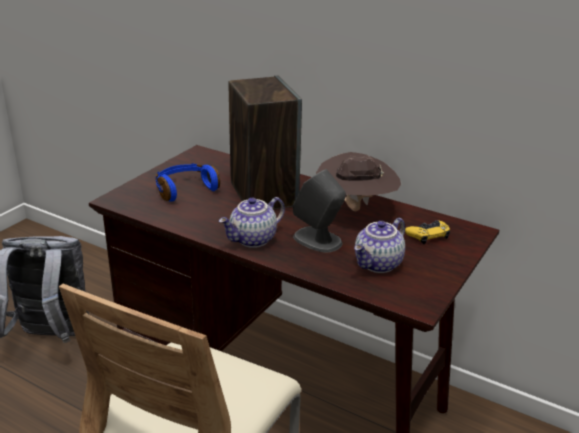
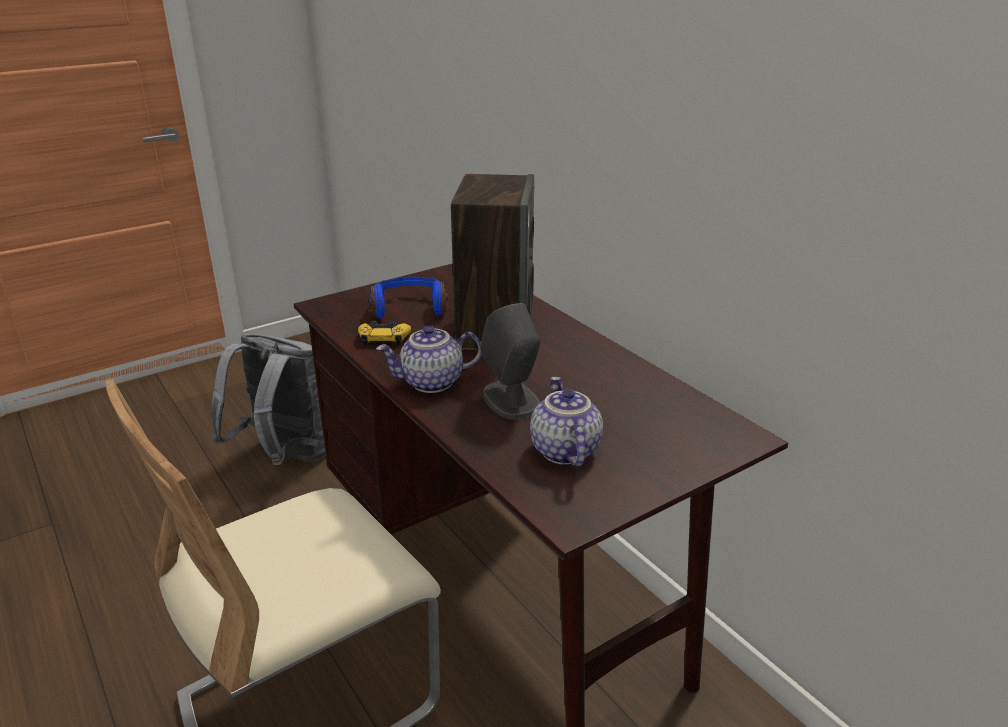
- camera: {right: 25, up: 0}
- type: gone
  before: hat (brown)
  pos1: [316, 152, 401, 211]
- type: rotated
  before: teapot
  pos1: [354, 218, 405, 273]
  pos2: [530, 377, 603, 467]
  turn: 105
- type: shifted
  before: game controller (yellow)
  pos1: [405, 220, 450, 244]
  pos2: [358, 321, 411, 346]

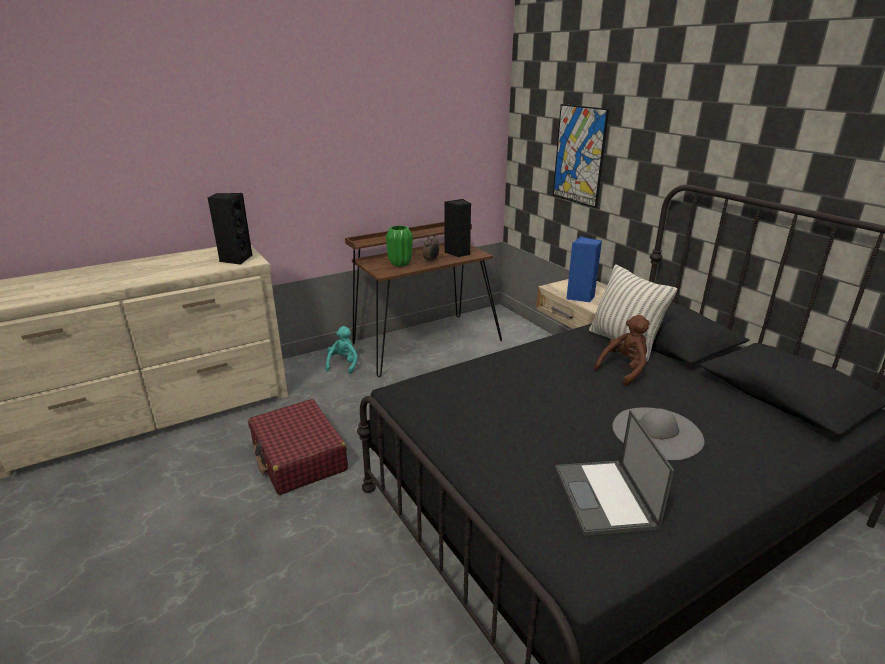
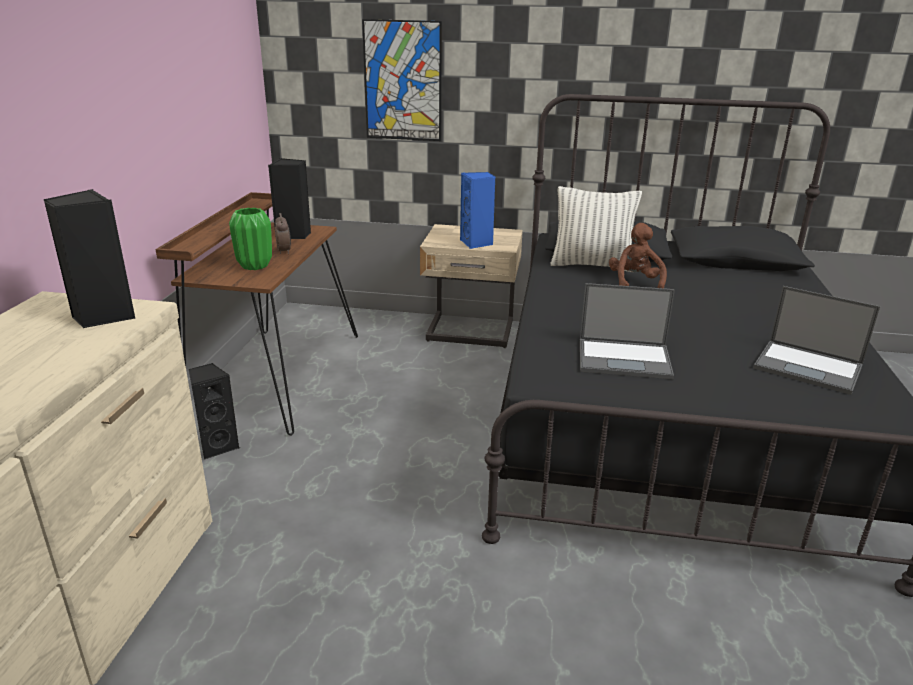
- camera: {right: -50, up: 0}
- type: swapped
  before: plush toy (turquoise)
  after: speaker (black)
  pos1: [325, 326, 358, 374]
  pos2: [189, 363, 240, 460]
- type: gone
  before: suitcase (red)
  pos1: [248, 399, 348, 495]
- type: gone
  before: hat (grey)
  pos1: [613, 408, 705, 460]
- type: new
  after: laptop
  pos2: [580, 283, 675, 379]

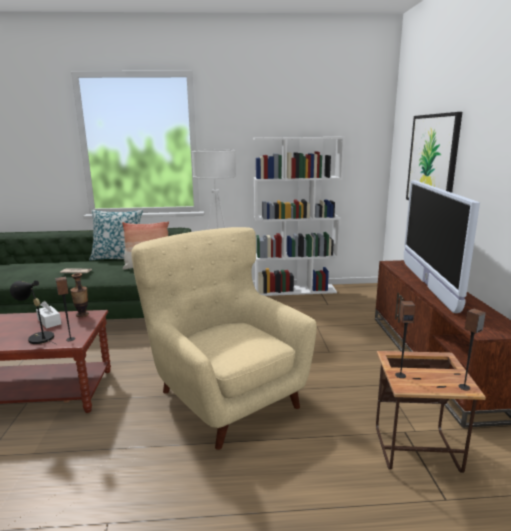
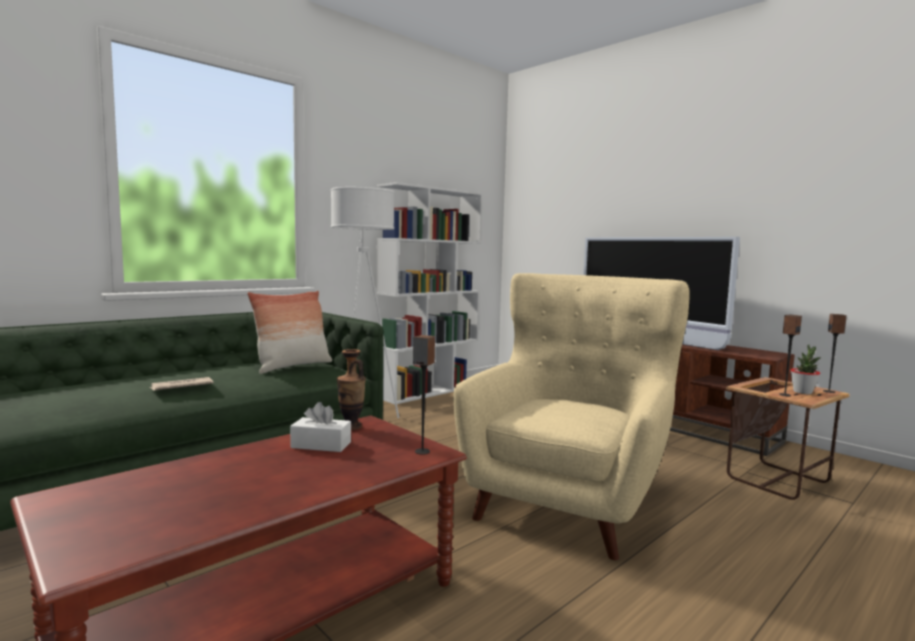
- camera: {right: -40, up: -10}
- type: gone
  before: picture
  pos1: [406, 112, 462, 200]
- type: gone
  before: pillow
  pos1: [89, 210, 143, 261]
- type: rotated
  before: armchair (beige)
  pos1: [131, 227, 317, 450]
  pos2: [453, 273, 690, 560]
  turn: 105
- type: gone
  before: table lamp (black)
  pos1: [10, 280, 57, 345]
- type: new
  after: potted plant
  pos2: [790, 345, 821, 394]

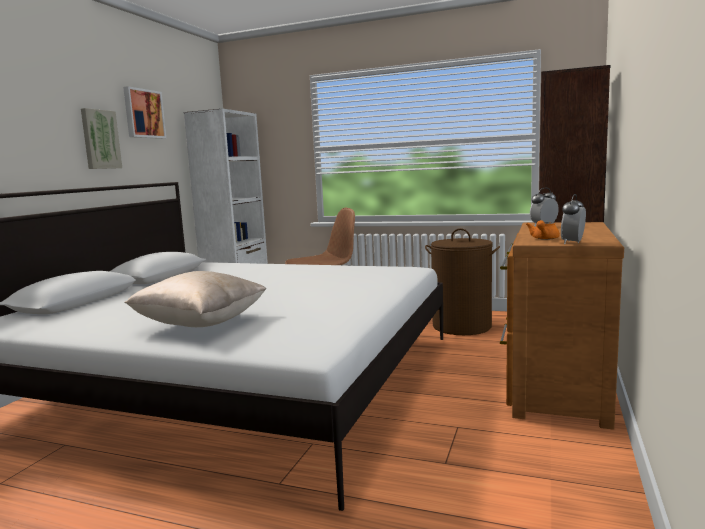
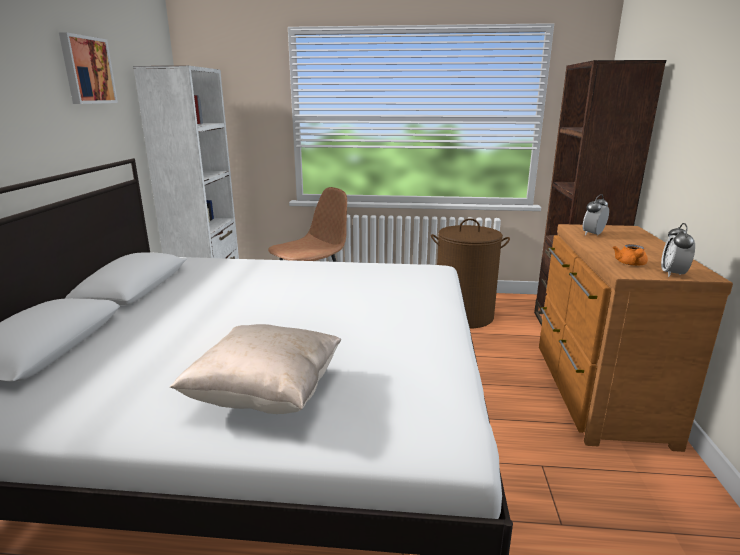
- camera: {right: -15, up: 10}
- type: gone
  before: picture
  pos1: [81, 108, 122, 169]

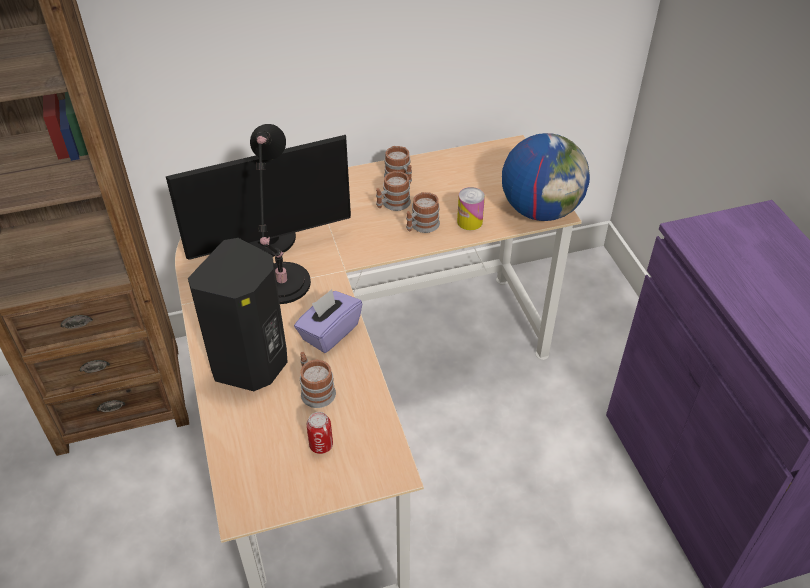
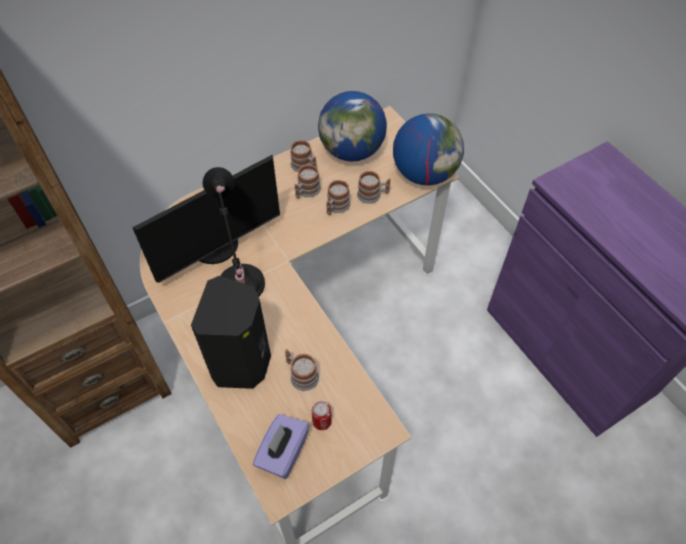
- camera: {right: -15, up: 10}
- type: swapped
  before: can
  after: mug
  pos1: [457, 187, 485, 230]
  pos2: [357, 171, 391, 204]
- type: shifted
  before: tissue box (purple)
  pos1: [294, 289, 362, 353]
  pos2: [253, 414, 309, 479]
- type: new
  after: globe
  pos2: [318, 91, 387, 162]

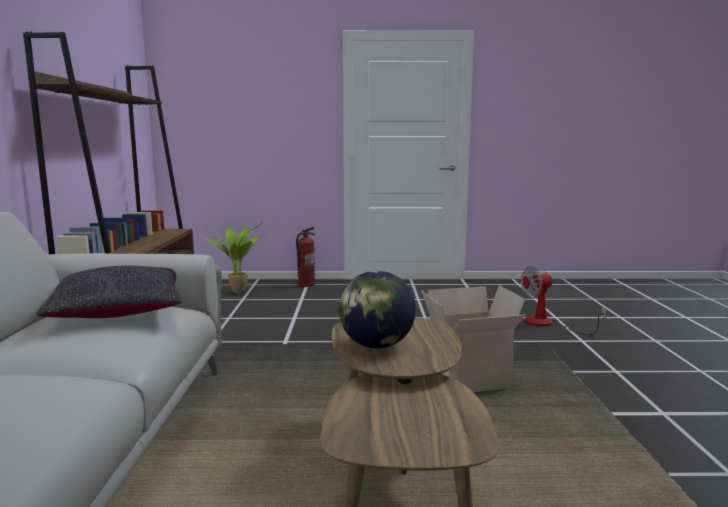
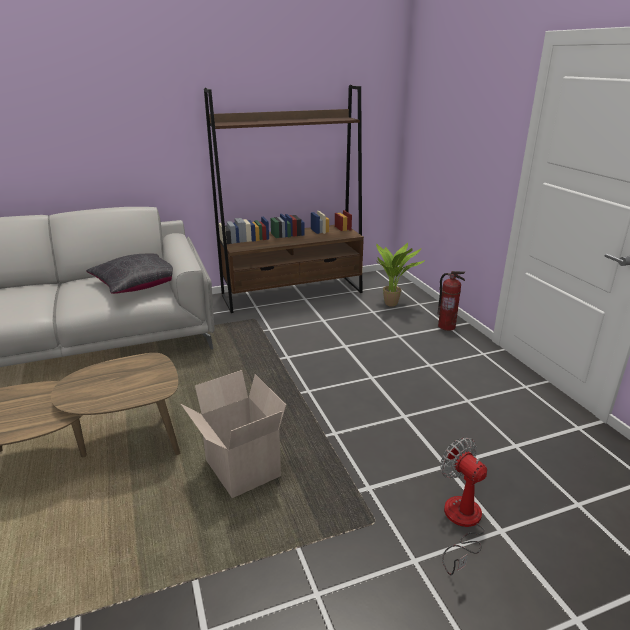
- camera: {right: 70, up: 15}
- type: gone
  before: globe
  pos1: [339, 271, 416, 349]

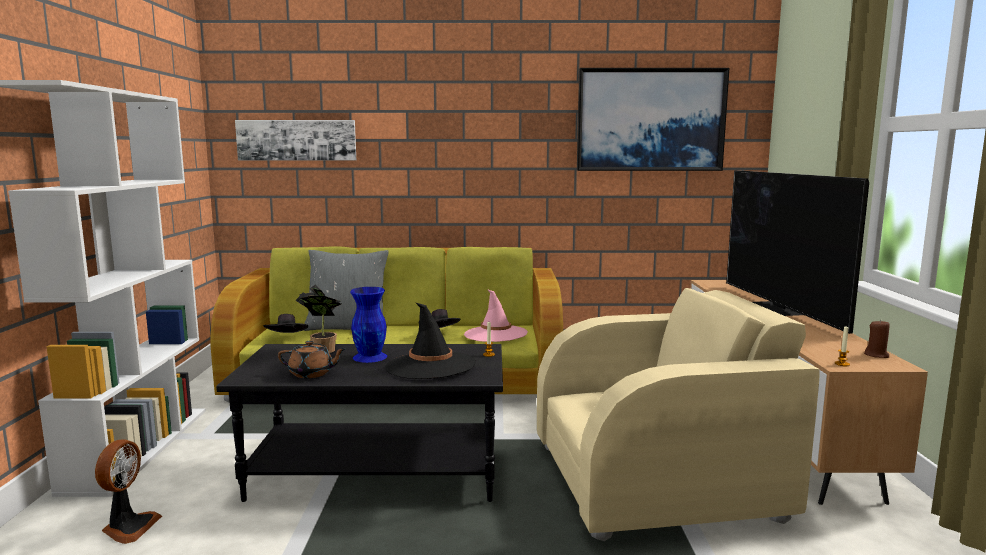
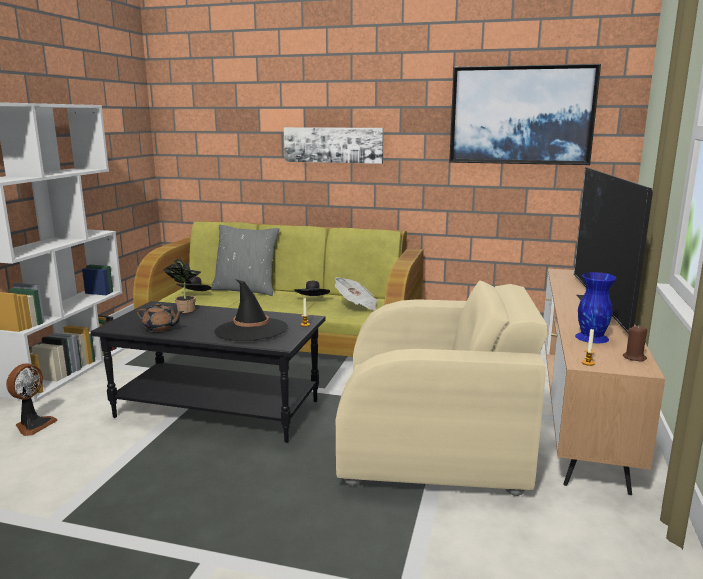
- camera: {right: 15, up: 5}
- type: shifted
  before: picture
  pos1: [235, 120, 356, 160]
  pos2: [284, 127, 384, 164]
- type: shifted
  before: vase (blue)
  pos1: [350, 287, 387, 363]
  pos2: [575, 272, 616, 343]
- type: swapped
  before: hat (pink)
  after: newspaper
  pos1: [464, 289, 528, 342]
  pos2: [335, 277, 378, 310]

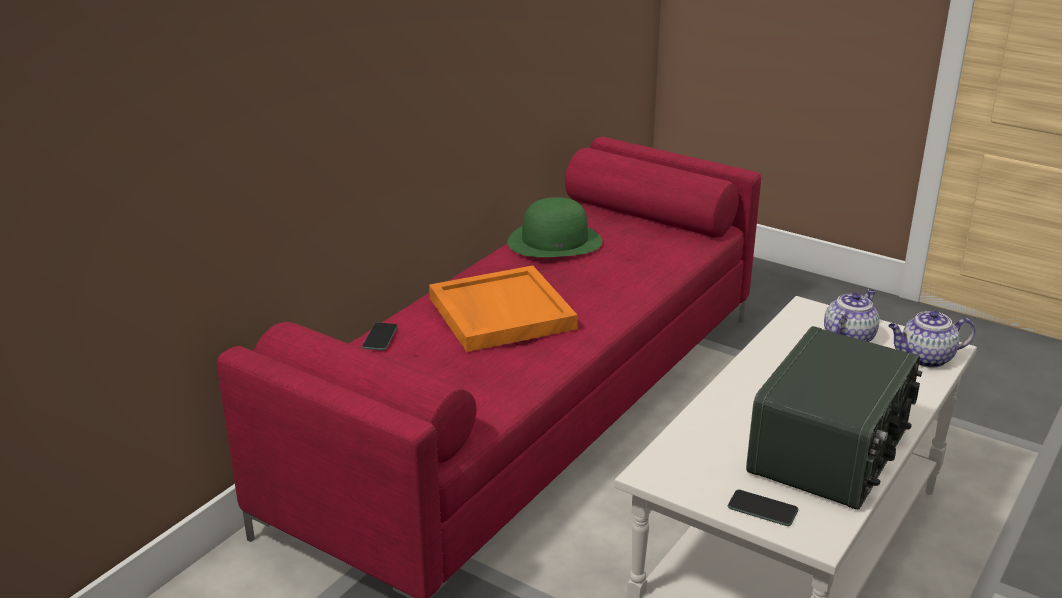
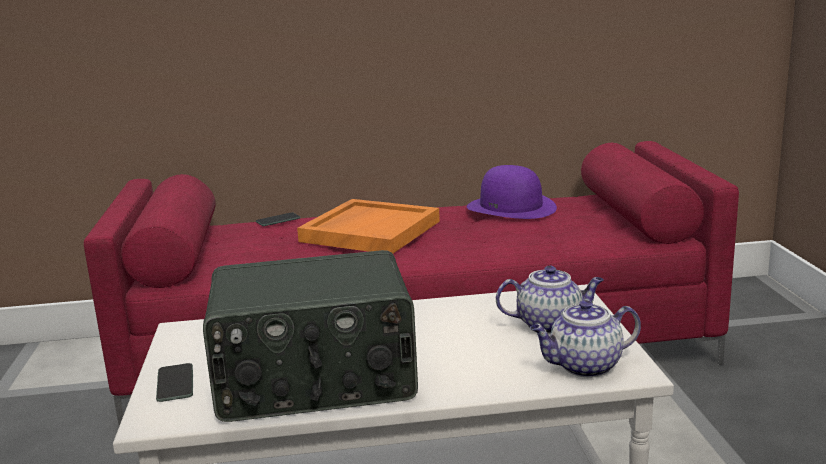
- camera: {right: 50, up: -10}
- type: repainted
  before: hat (green)
  after: hat (purple)
  pos1: [507, 197, 602, 257]
  pos2: [467, 165, 557, 219]
- type: rotated
  before: teapot
  pos1: [888, 310, 975, 368]
  pos2: [530, 300, 641, 378]
  turn: -60

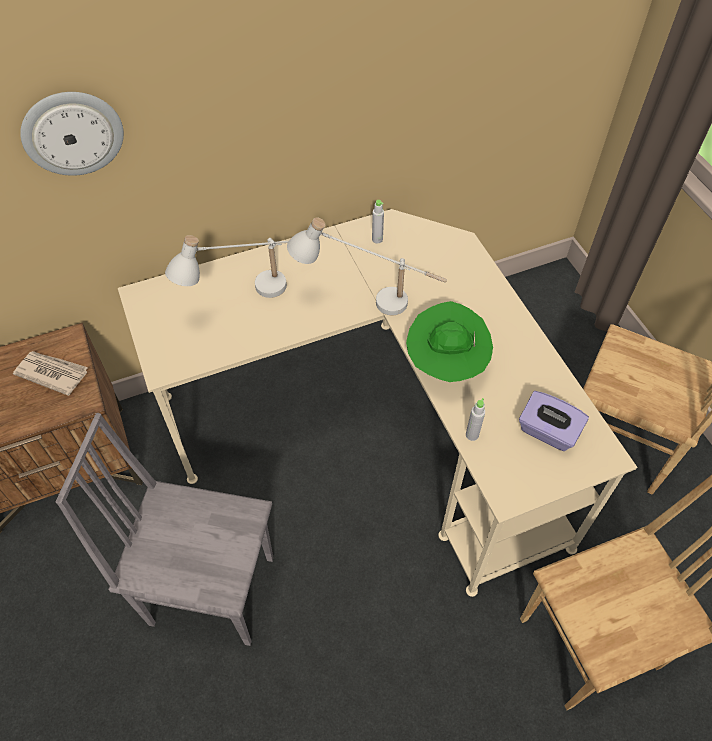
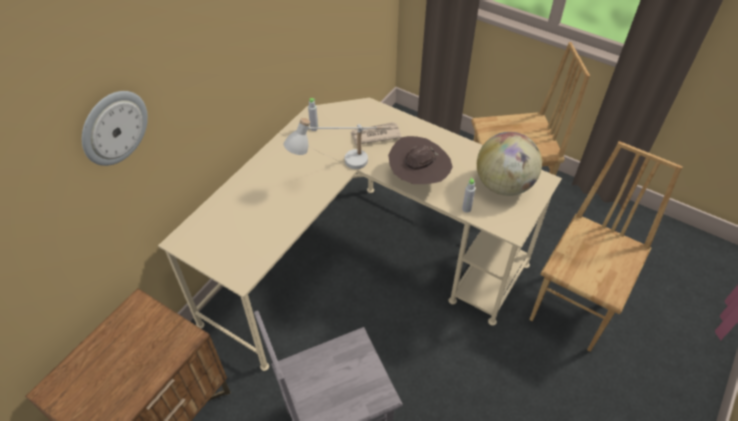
- camera: {right: -35, up: -5}
- type: gone
  before: table lamp (white)
  pos1: [165, 235, 289, 298]
- type: repainted
  before: hat (green)
  after: hat (brown)
  pos1: [406, 301, 493, 382]
  pos2: [388, 136, 453, 184]
- type: shifted
  before: newspaper
  pos1: [13, 351, 88, 396]
  pos2: [350, 122, 402, 145]
- type: swapped
  before: tissue box (purple)
  after: globe
  pos1: [519, 391, 589, 451]
  pos2: [477, 132, 542, 196]

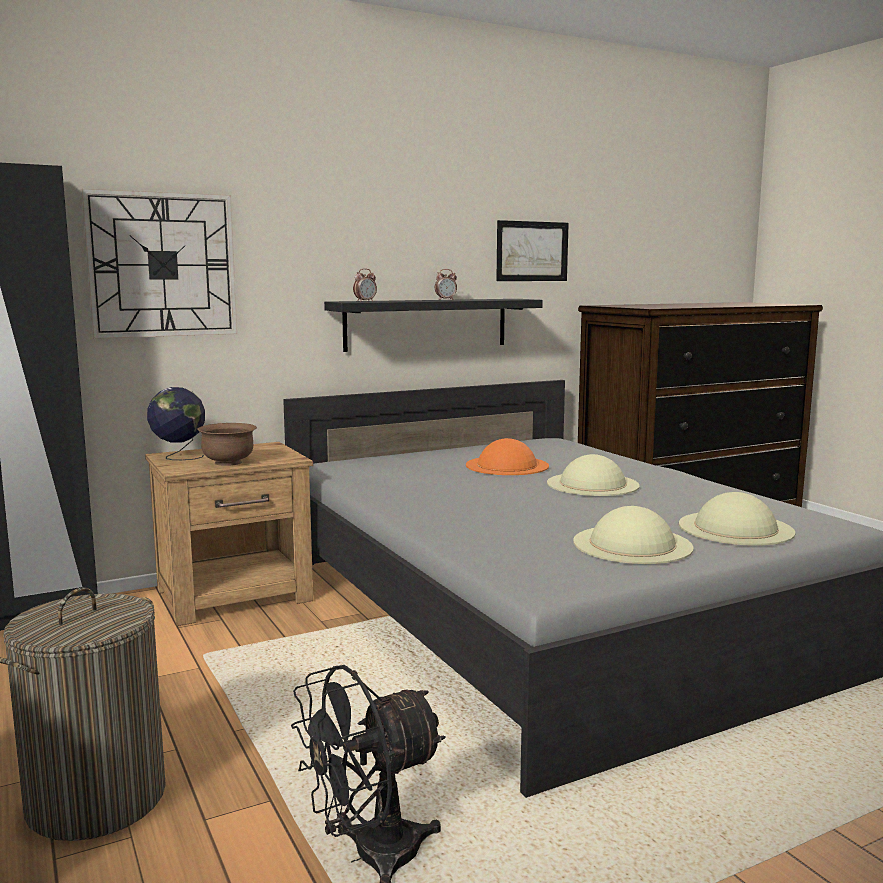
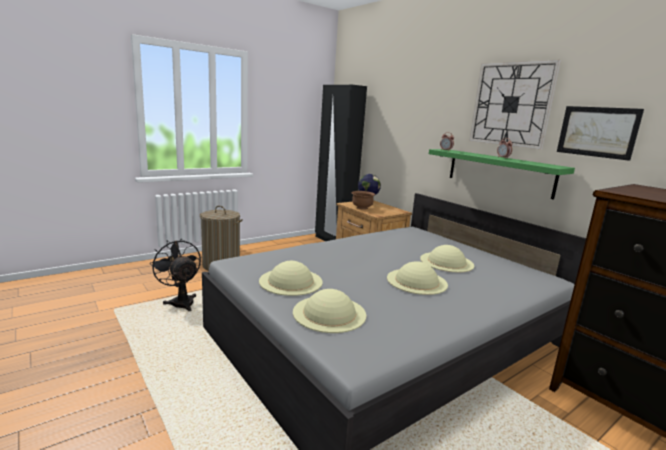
- camera: {right: 80, up: 5}
- type: shifted
  before: wall clock
  pos1: [81, 189, 237, 339]
  pos2: [469, 60, 561, 150]
- type: repainted
  before: shelf (black)
  after: shelf (green)
  pos1: [324, 299, 543, 352]
  pos2: [429, 149, 575, 200]
- type: repainted
  before: hat (orange)
  after: hat (beige)
  pos1: [466, 438, 549, 475]
  pos2: [420, 245, 474, 272]

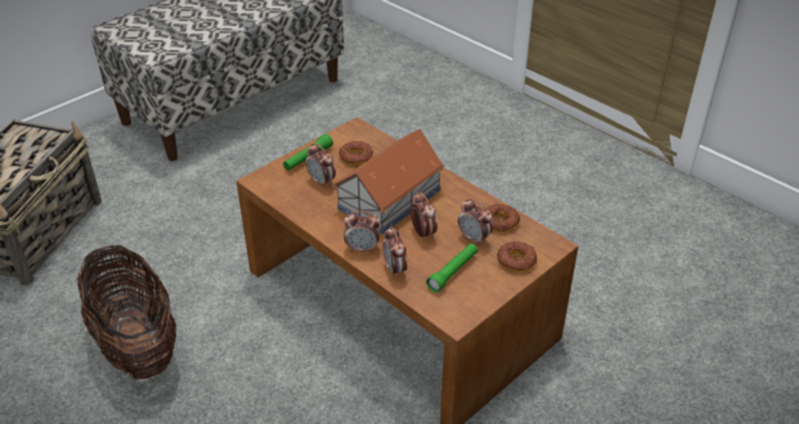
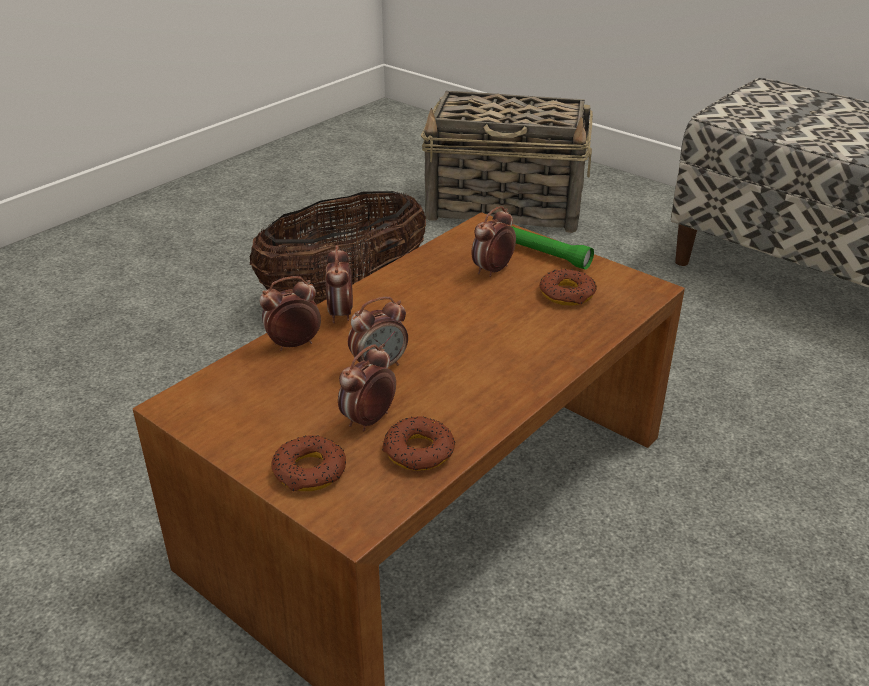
- camera: {right: 85, up: -5}
- type: gone
  before: toy house
  pos1: [332, 129, 444, 234]
- type: gone
  before: flashlight (green)
  pos1: [426, 243, 478, 293]

